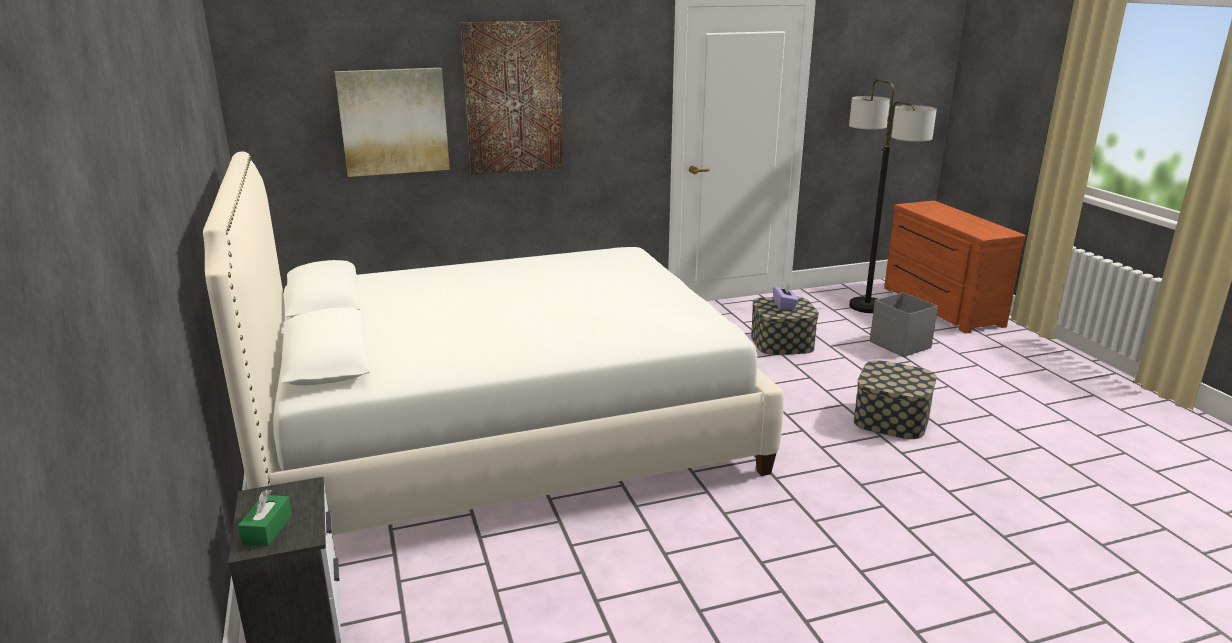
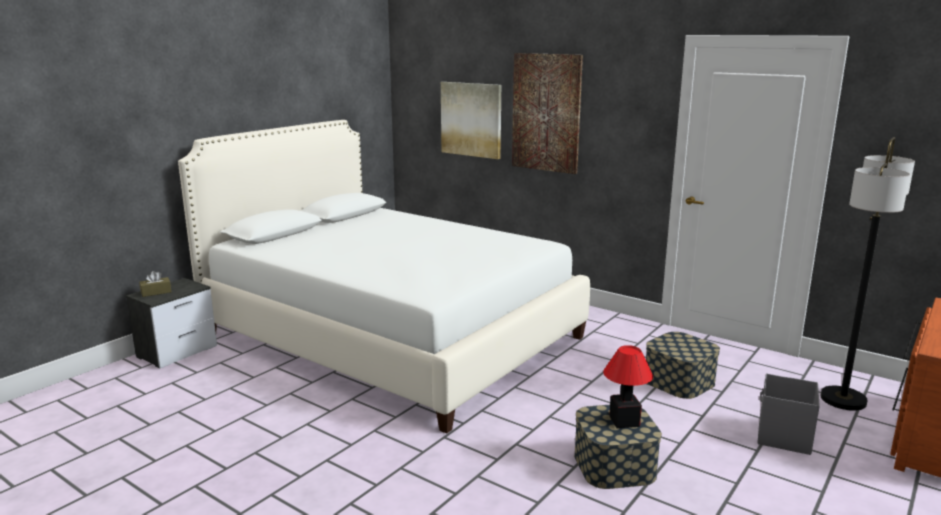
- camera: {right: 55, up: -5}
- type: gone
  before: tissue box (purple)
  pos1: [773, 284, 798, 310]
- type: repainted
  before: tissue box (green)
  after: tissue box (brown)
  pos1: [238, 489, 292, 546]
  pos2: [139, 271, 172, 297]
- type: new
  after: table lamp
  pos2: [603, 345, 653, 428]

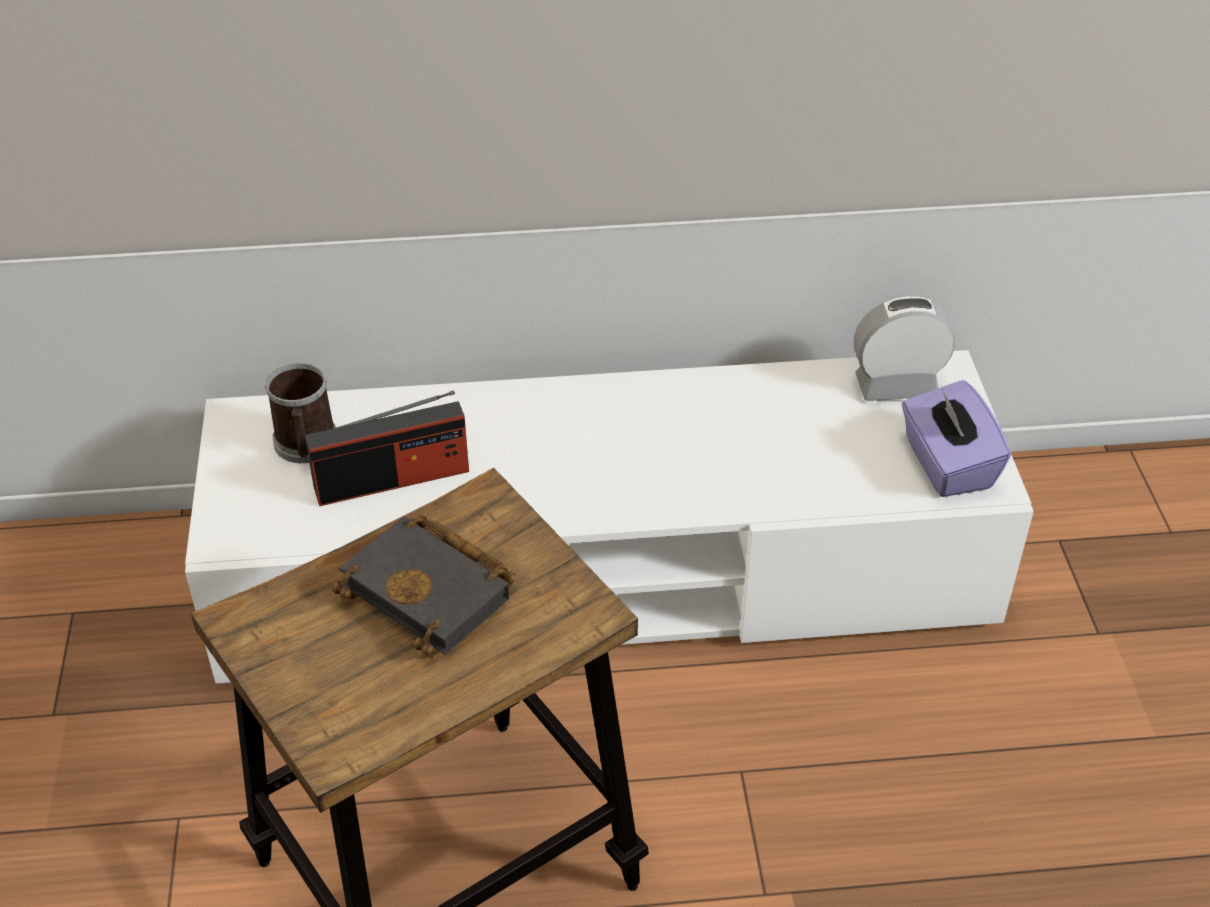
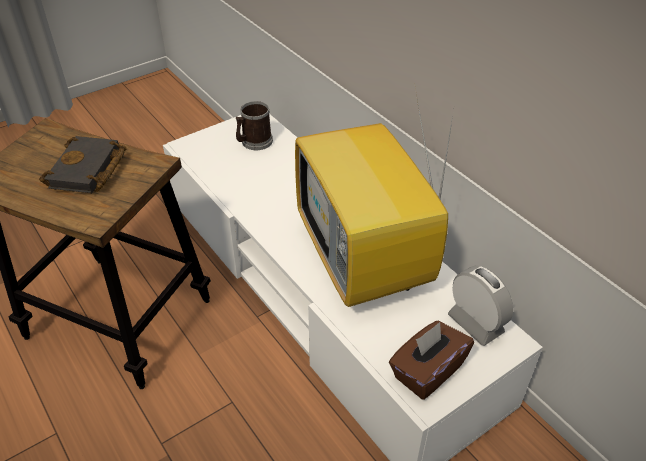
- camera: {right: 60, up: 0}
- type: repainted
  before: tissue box (purple)
  after: tissue box (brown)
  pos1: [902, 380, 1011, 497]
  pos2: [389, 321, 474, 400]
- type: gone
  before: radio
  pos1: [305, 390, 469, 506]
- type: new
  after: television
  pos2: [295, 88, 454, 307]

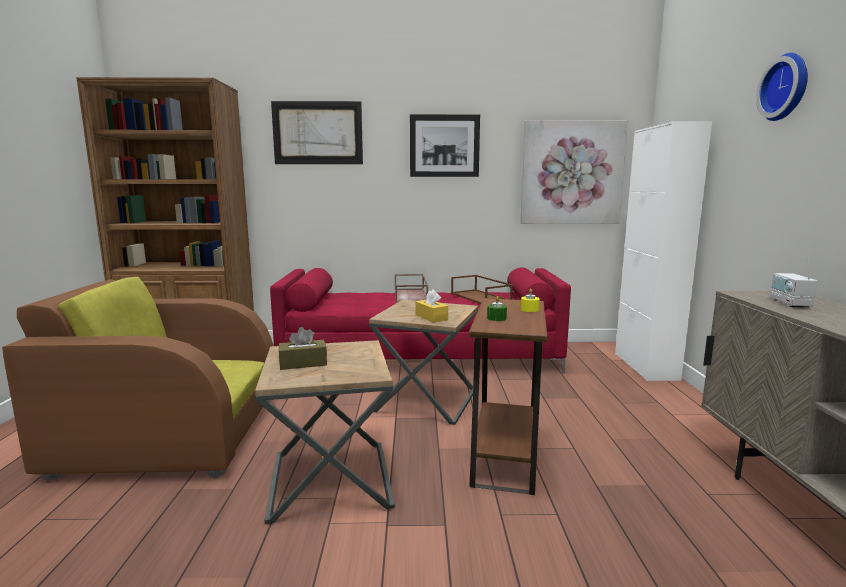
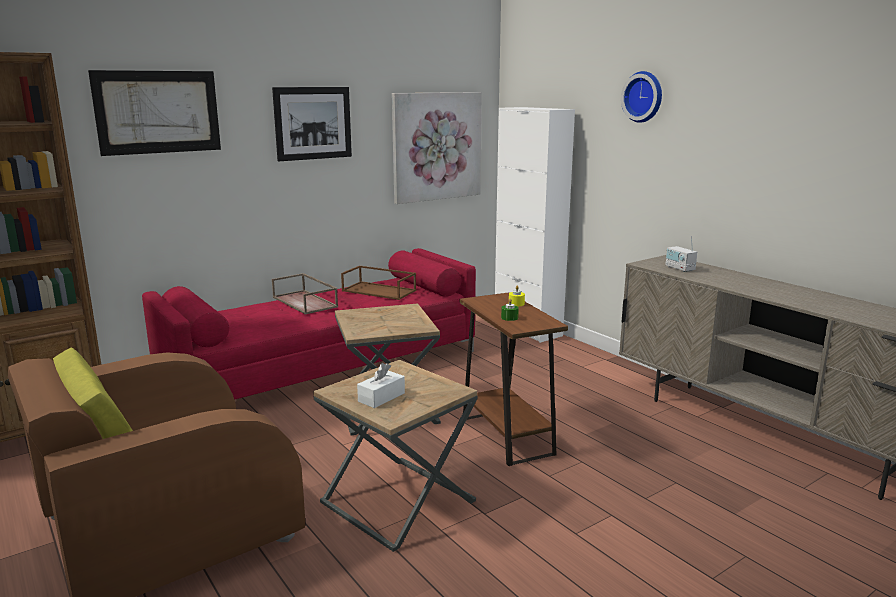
- camera: {right: -35, up: 5}
- type: gone
  before: tissue box (yellow)
  pos1: [416, 289, 448, 323]
- type: repainted
  before: tissue box (brown)
  after: tissue box (white)
  pos1: [279, 327, 327, 370]
  pos2: [357, 363, 405, 408]

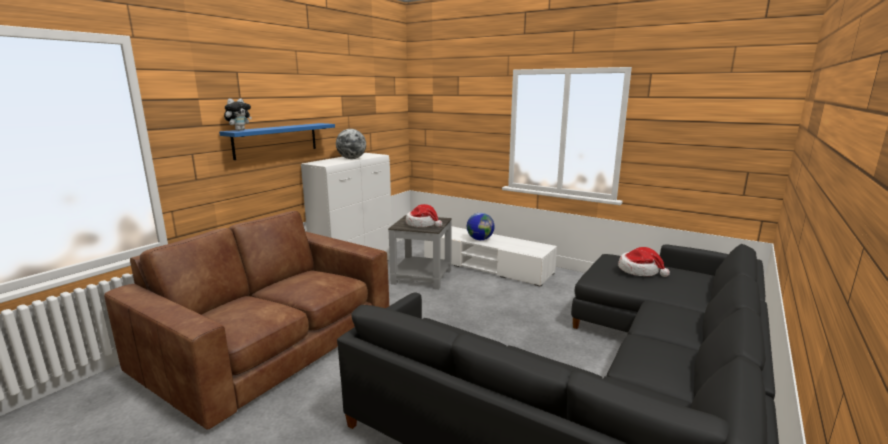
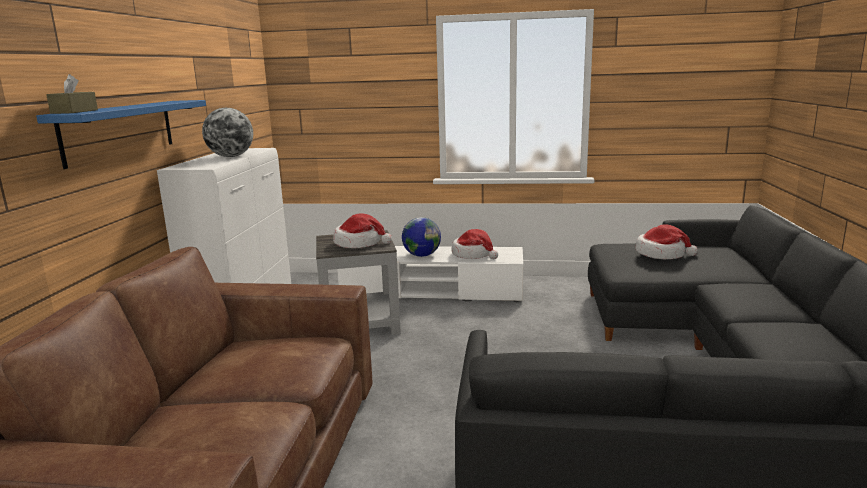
- camera: {right: -25, up: 0}
- type: swapped
  before: plush toy
  after: tissue box (brown)
  pos1: [224, 98, 252, 131]
  pos2: [46, 74, 98, 114]
- type: new
  after: hat
  pos2: [451, 229, 498, 259]

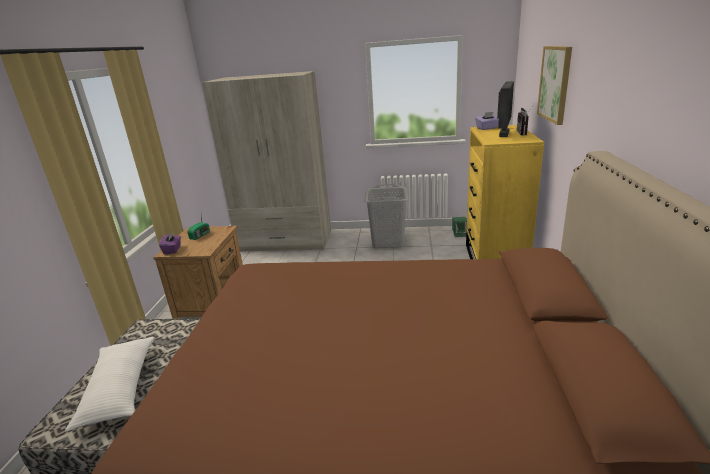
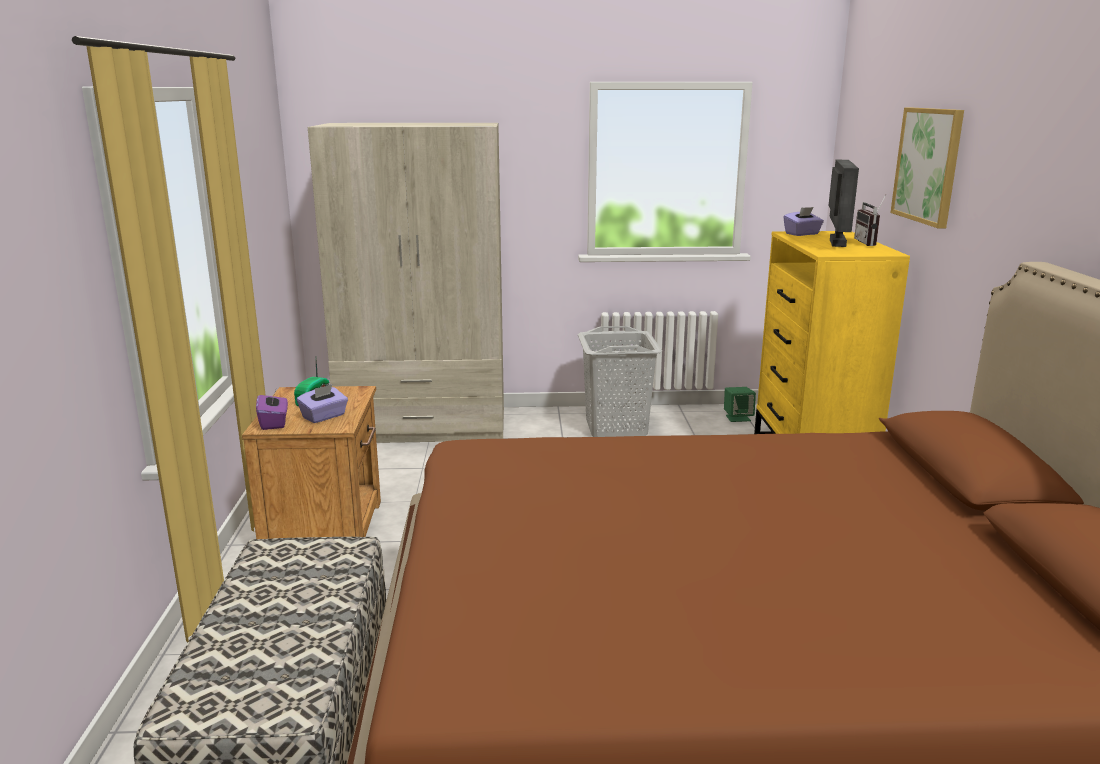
- camera: {right: -10, up: -5}
- type: gone
  before: pillow (white)
  pos1: [65, 337, 155, 432]
- type: new
  after: tissue box (purple)
  pos2: [297, 384, 348, 423]

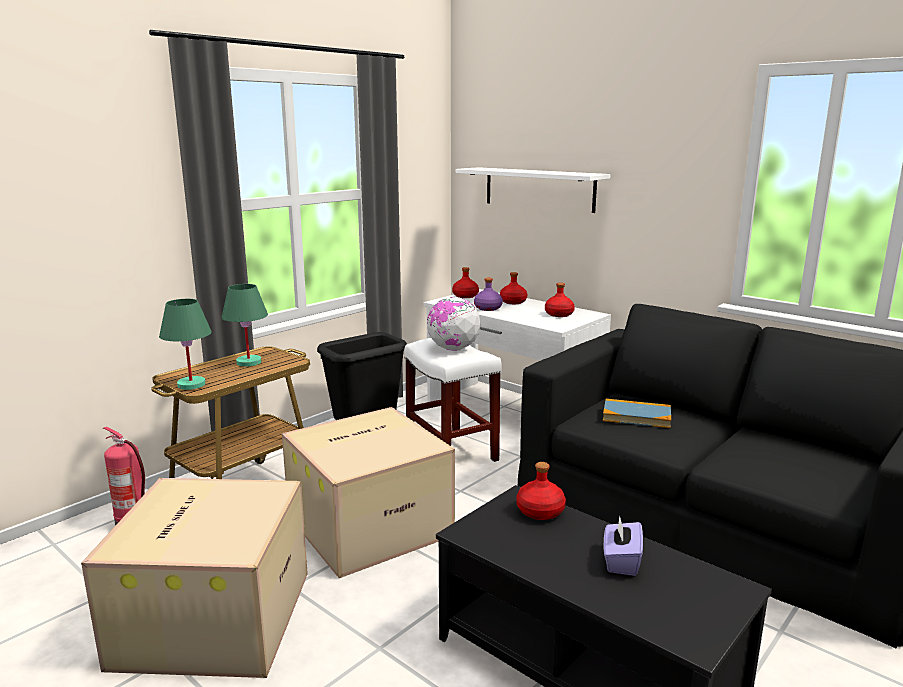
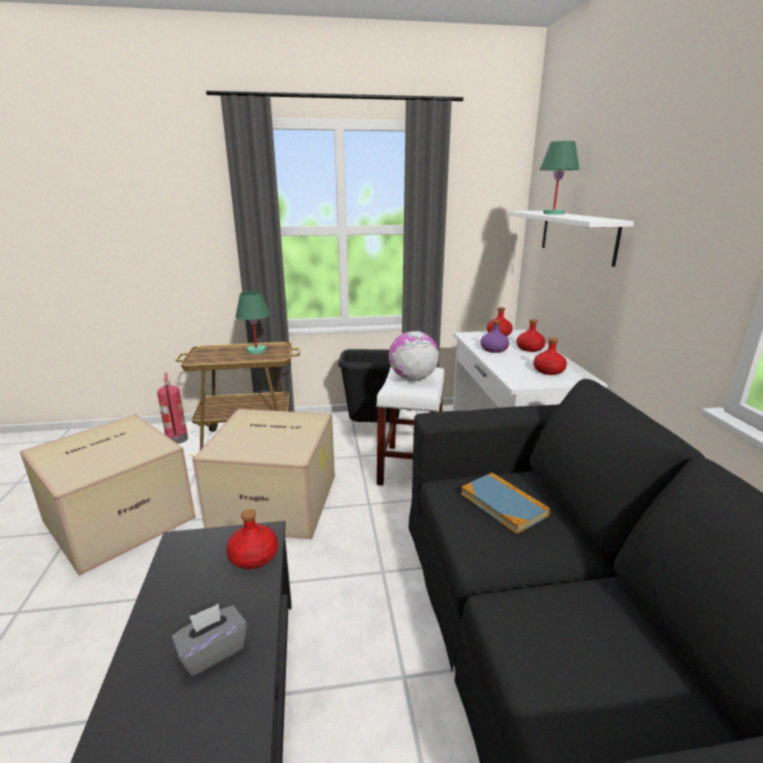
- camera: {right: 40, up: 5}
- type: shifted
  before: table lamp (green)
  pos1: [159, 299, 212, 390]
  pos2: [540, 141, 580, 214]
- type: repainted
  before: tissue box (purple)
  after: tissue box (grey)
  pos1: [604, 516, 643, 576]
  pos2: [172, 603, 247, 676]

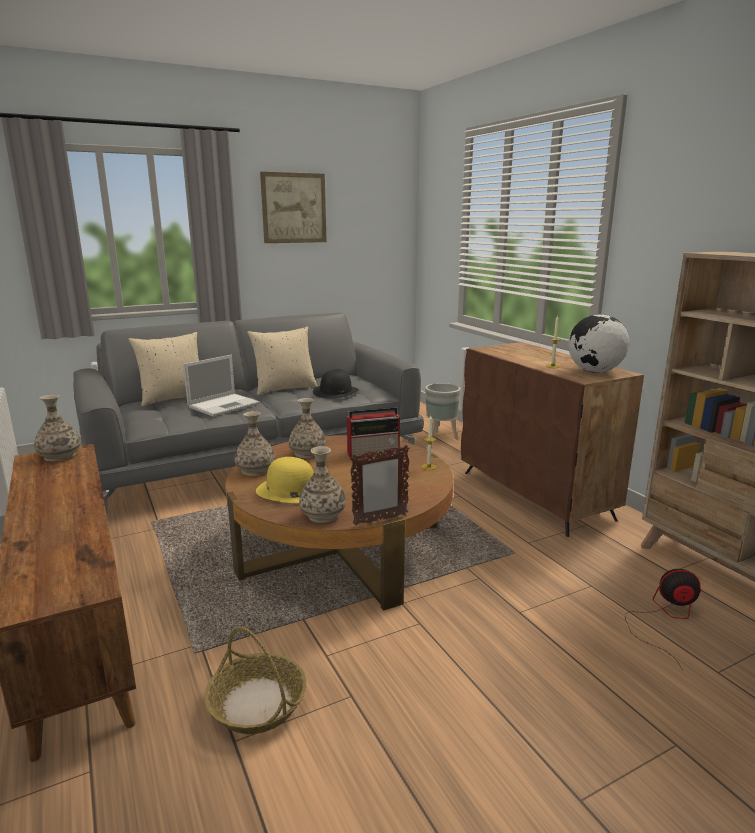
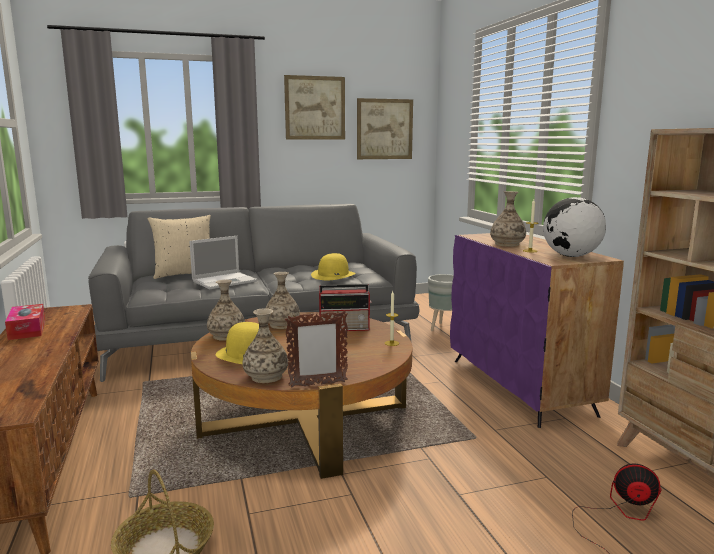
- camera: {right: 10, up: -5}
- type: gone
  before: pillow (beige)
  pos1: [247, 327, 318, 395]
- type: repainted
  before: cabinet (brown)
  after: cabinet (purple)
  pos1: [461, 342, 644, 537]
  pos2: [450, 233, 624, 428]
- type: repainted
  before: hat (black)
  after: hat (yellow)
  pos1: [313, 369, 359, 399]
  pos2: [311, 253, 356, 280]
- type: shifted
  before: vase
  pos1: [34, 395, 81, 462]
  pos2: [490, 191, 526, 247]
- type: new
  after: picture
  pos2: [357, 98, 413, 159]
- type: new
  after: tissue box
  pos2: [5, 304, 45, 340]

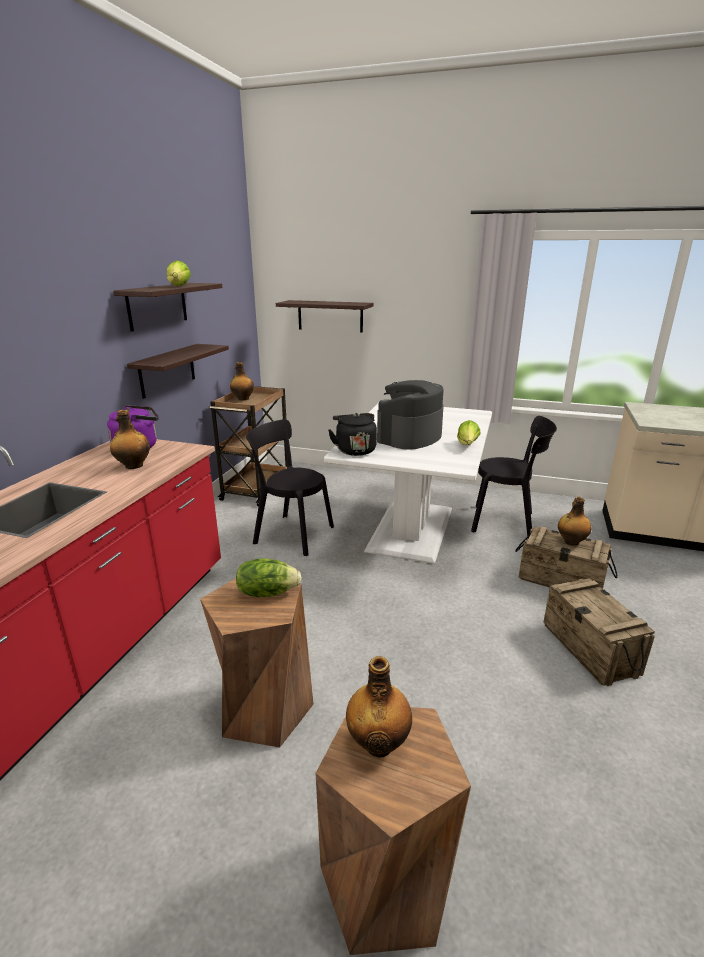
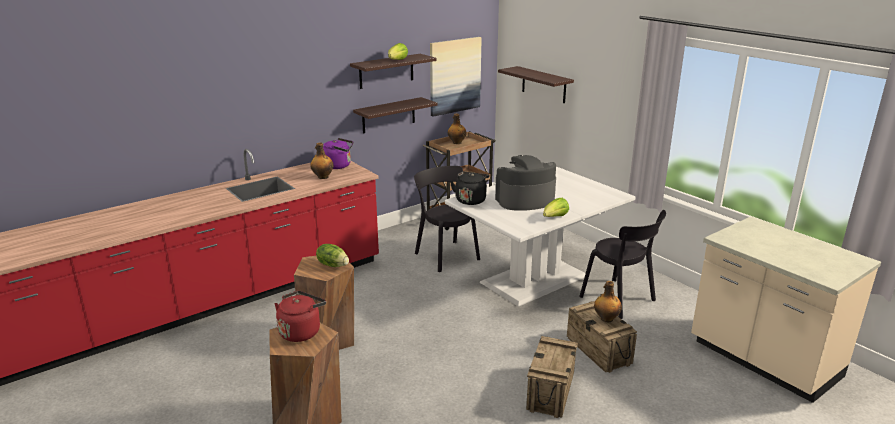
- camera: {right: 35, up: 0}
- type: swapped
  before: bottle
  after: kettle (red)
  pos1: [346, 656, 412, 758]
  pos2: [275, 291, 326, 342]
- type: new
  after: picture
  pos2: [430, 37, 482, 117]

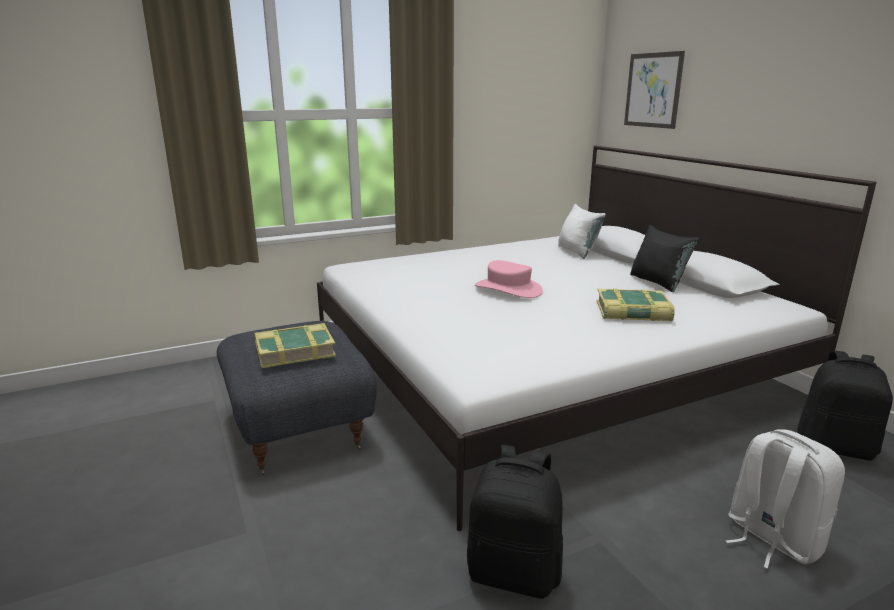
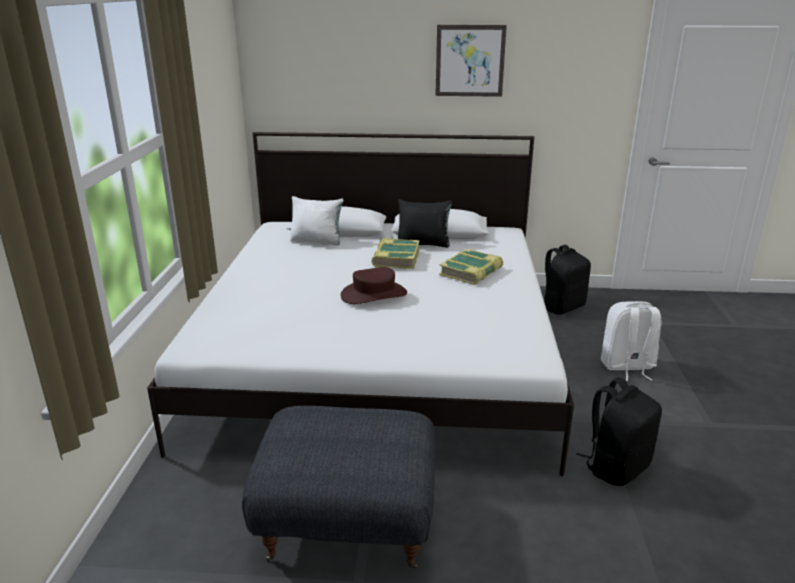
- camera: {right: -60, up: 5}
- type: shifted
  before: picture
  pos1: [624, 51, 685, 129]
  pos2: [435, 25, 507, 97]
- type: repainted
  before: hat (pink)
  after: hat (brown)
  pos1: [475, 260, 543, 298]
  pos2: [341, 267, 407, 304]
- type: shifted
  before: book
  pos1: [254, 323, 336, 368]
  pos2: [371, 238, 420, 269]

